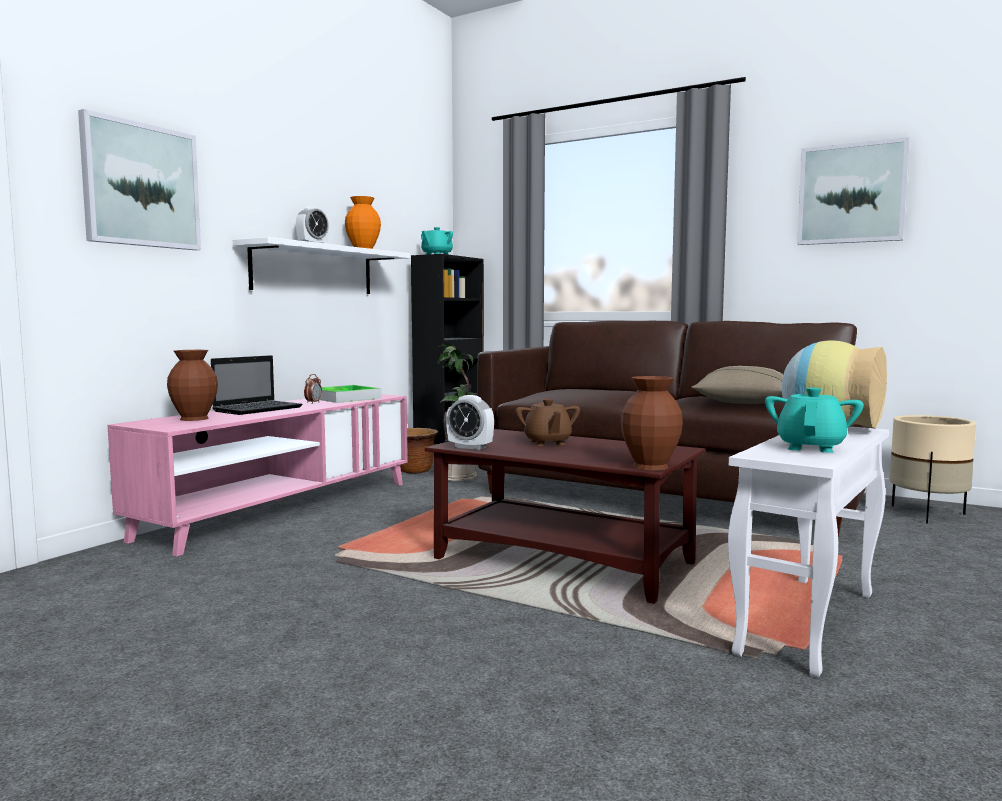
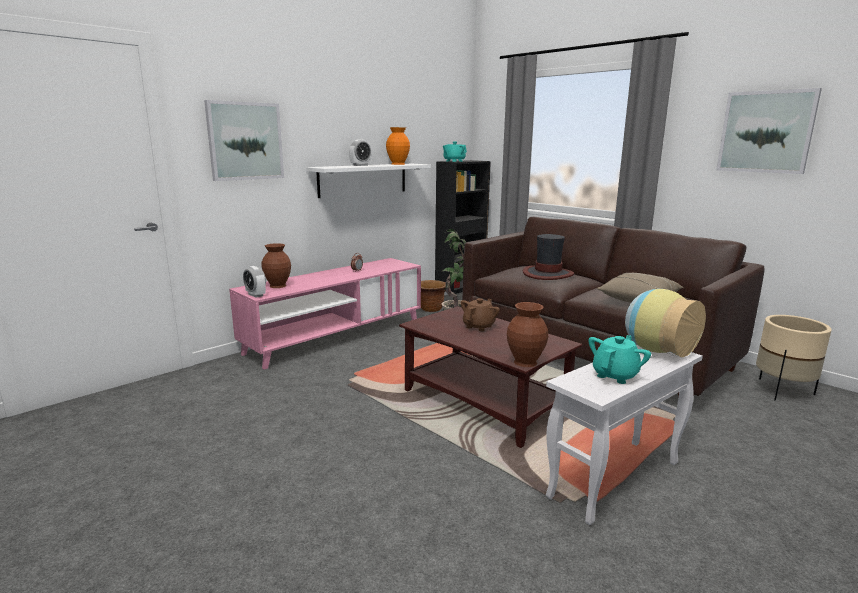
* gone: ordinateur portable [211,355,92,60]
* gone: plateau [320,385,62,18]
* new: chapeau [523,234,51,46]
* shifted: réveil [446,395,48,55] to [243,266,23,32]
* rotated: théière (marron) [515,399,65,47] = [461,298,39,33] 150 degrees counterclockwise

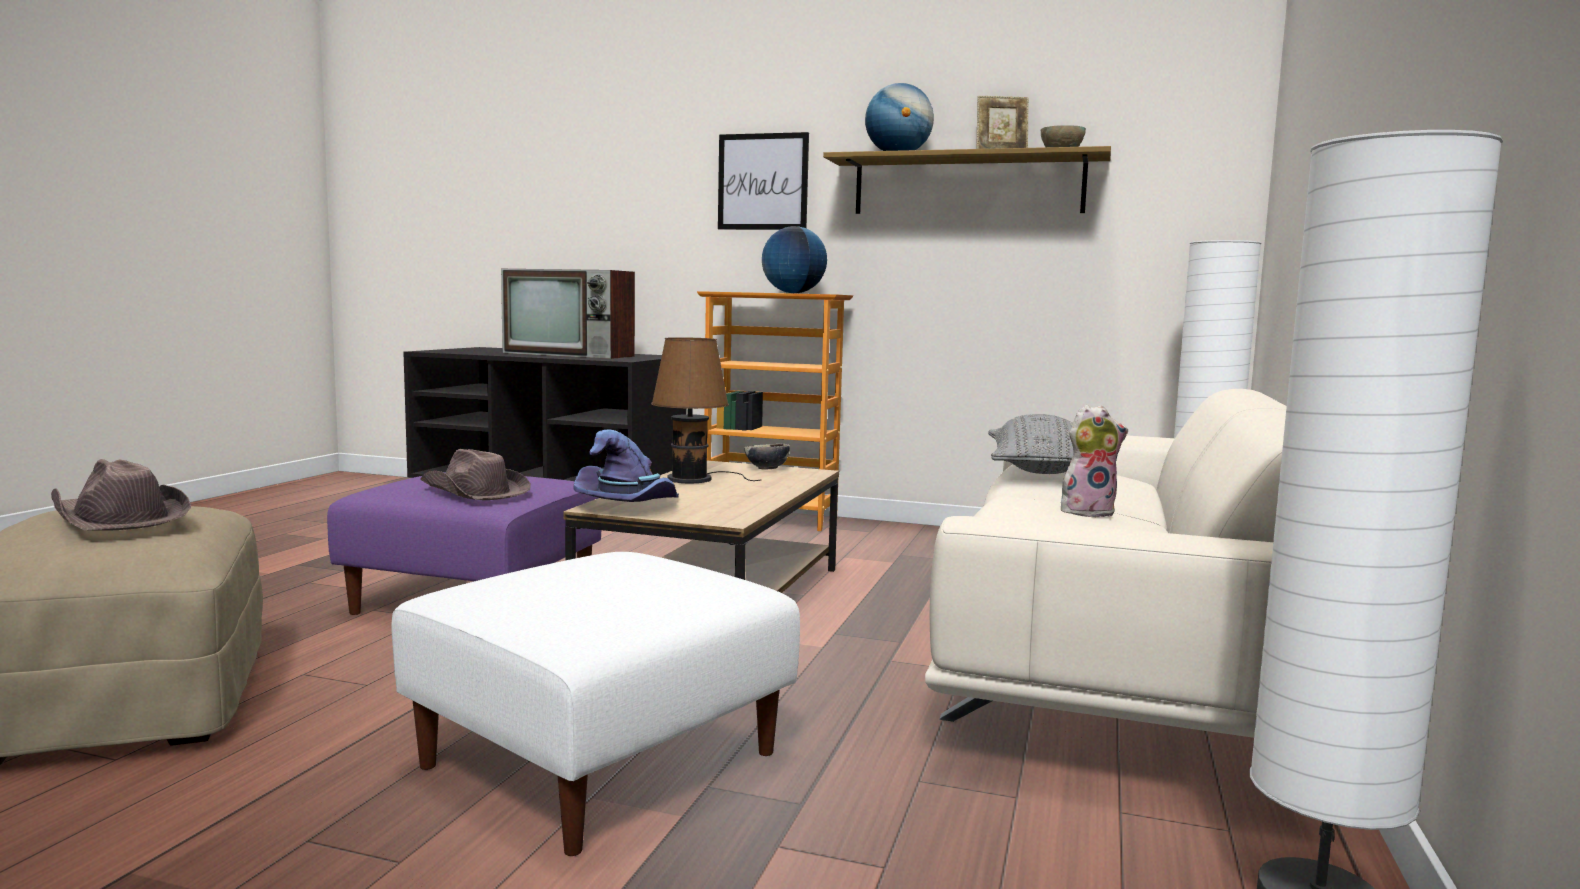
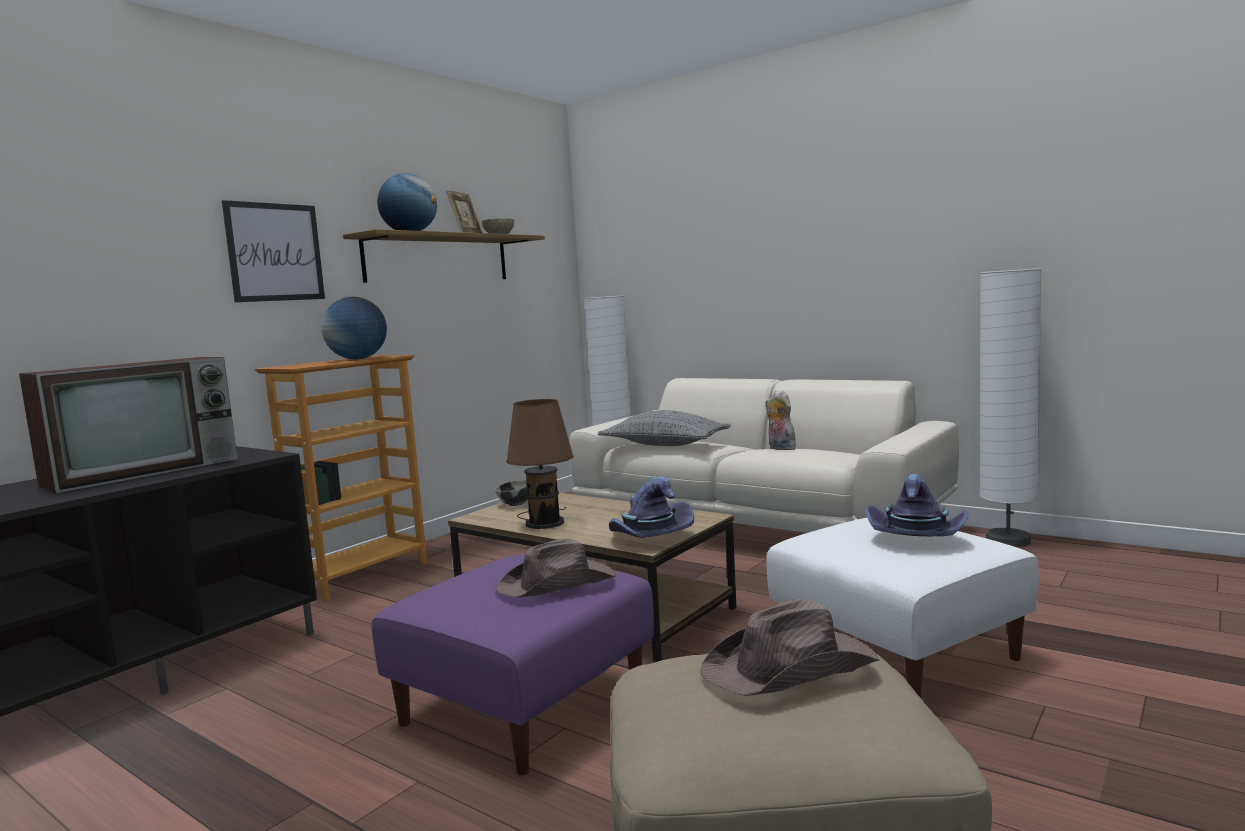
* new: chapeau (violet) [865,474,103,62]
* rotated: peluche [1061,405,67,113] = [765,391,31,59] 45 degrees counterclockwise

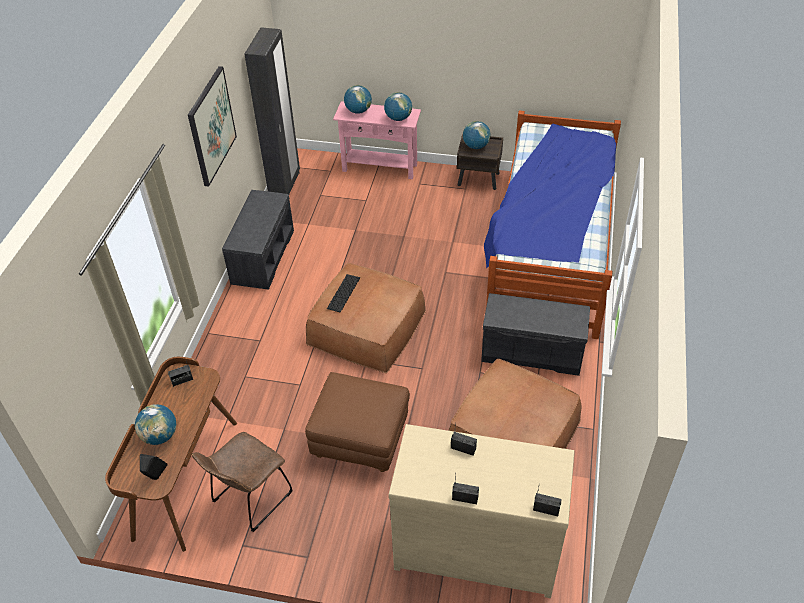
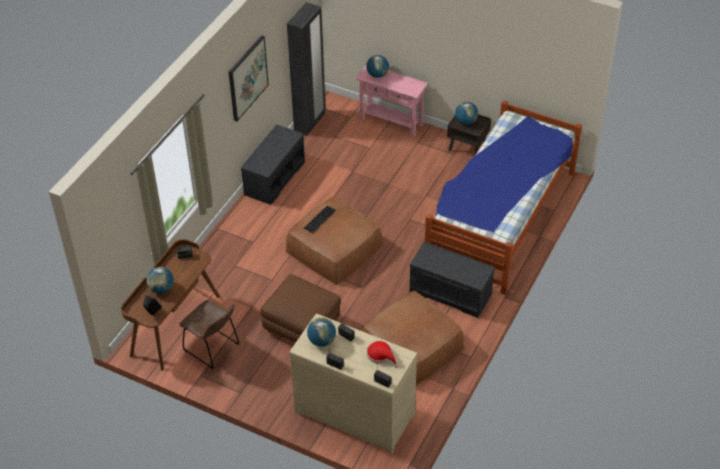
* new: chapeau (rouge) [367,341,31,26]
* shifted: globe [384,92,28,29] to [307,317,29,30]
* rotated: chaise (marron) [192,432,100,100] = [179,300,61,69] 105 degrees counterclockwise

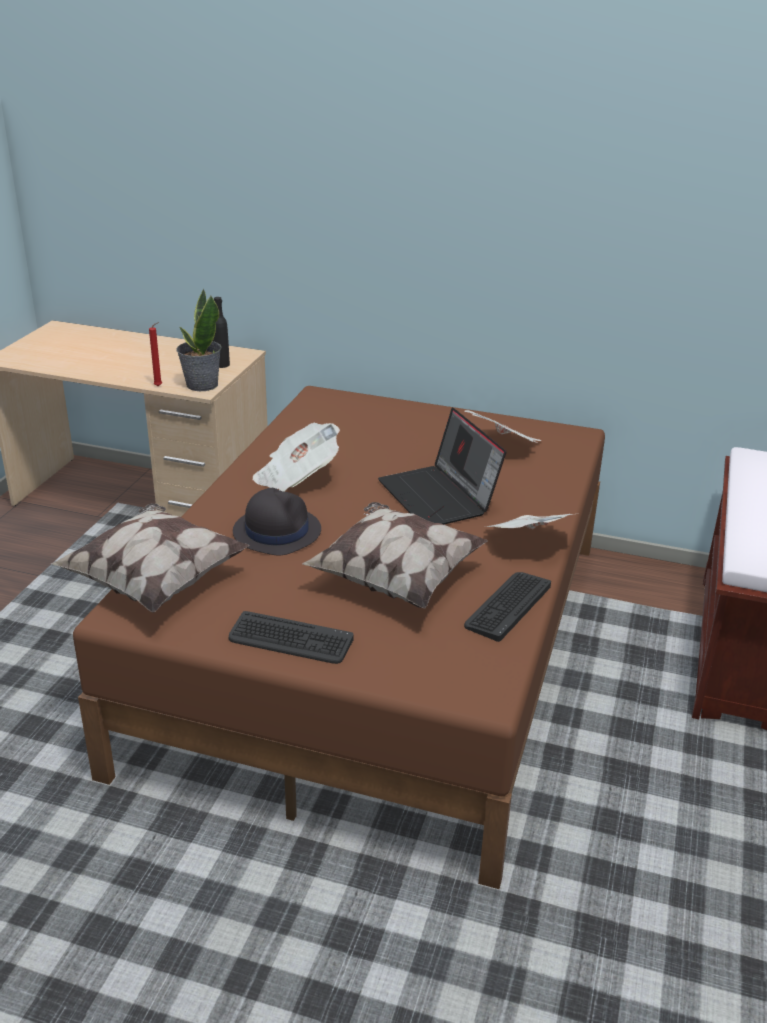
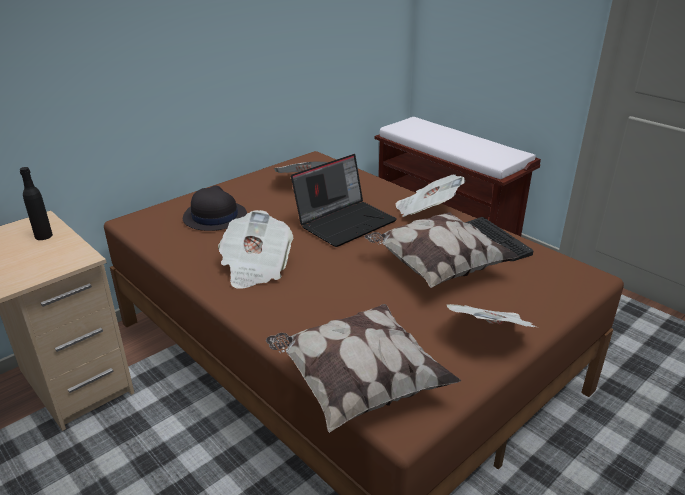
* gone: bougie (rouge) [149,322,13,64]
* gone: plante en pot [176,289,45,102]
* shifted: chapeau (noir) [233,488,88,67] to [183,186,64,45]
* swapped: clavier [228,611,126,53] to journal [446,304,90,23]
* rotated: ordinateur portable [378,408,128,116] = [291,154,106,93] 45 degrees counterclockwise

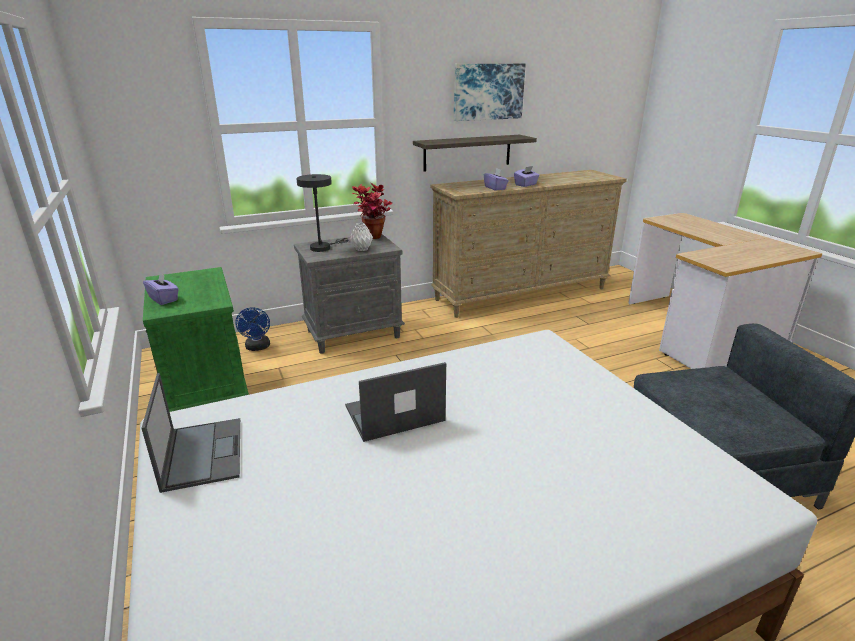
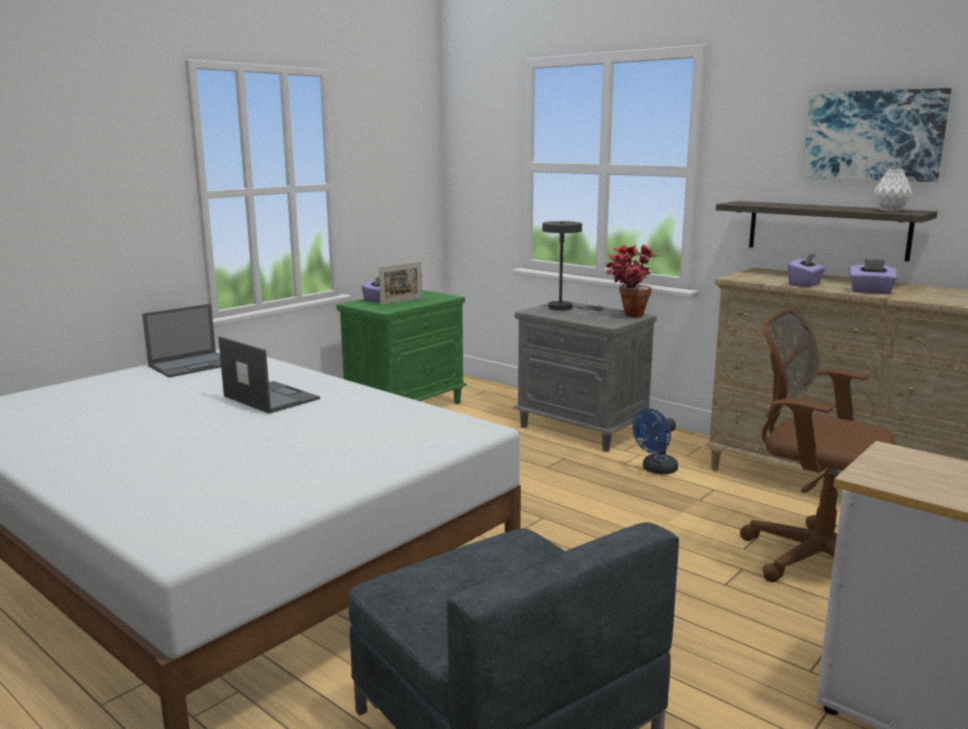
* new: cadre photo [379,262,43,43]
* new: chaise de bureau (marron) [740,307,156,275]
* shifted: ventilateur (bleu) [235,308,35,43] to [632,409,46,66]
* shifted: vase (blanc) [350,223,23,28] to [873,169,40,42]

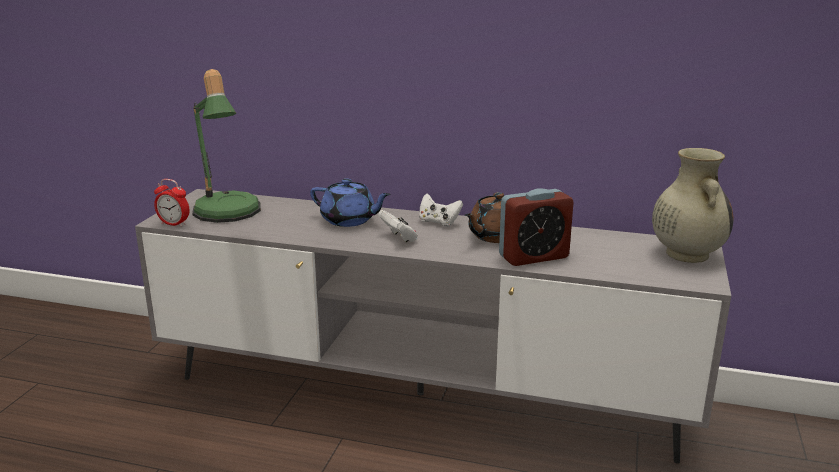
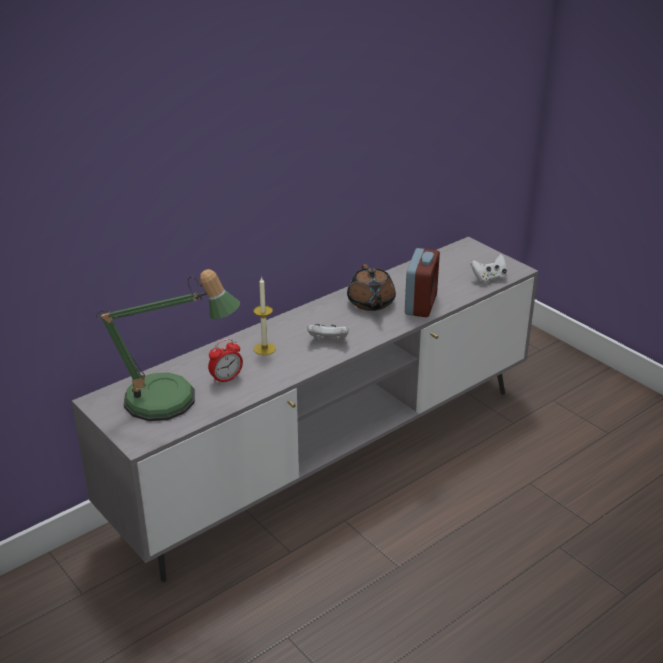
* gone: vase (beige) [652,148,82,115]
* shifted: réveil [154,179,36,48] to [208,338,35,46]
* shifted: manette (blanc) [419,194,44,33] to [470,254,37,29]
* swapped: théière (bleu) [310,179,80,48] to bougie [253,277,23,78]

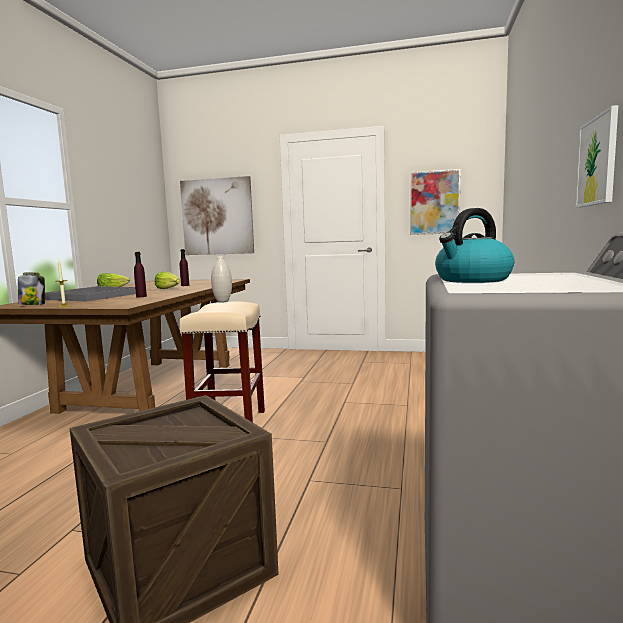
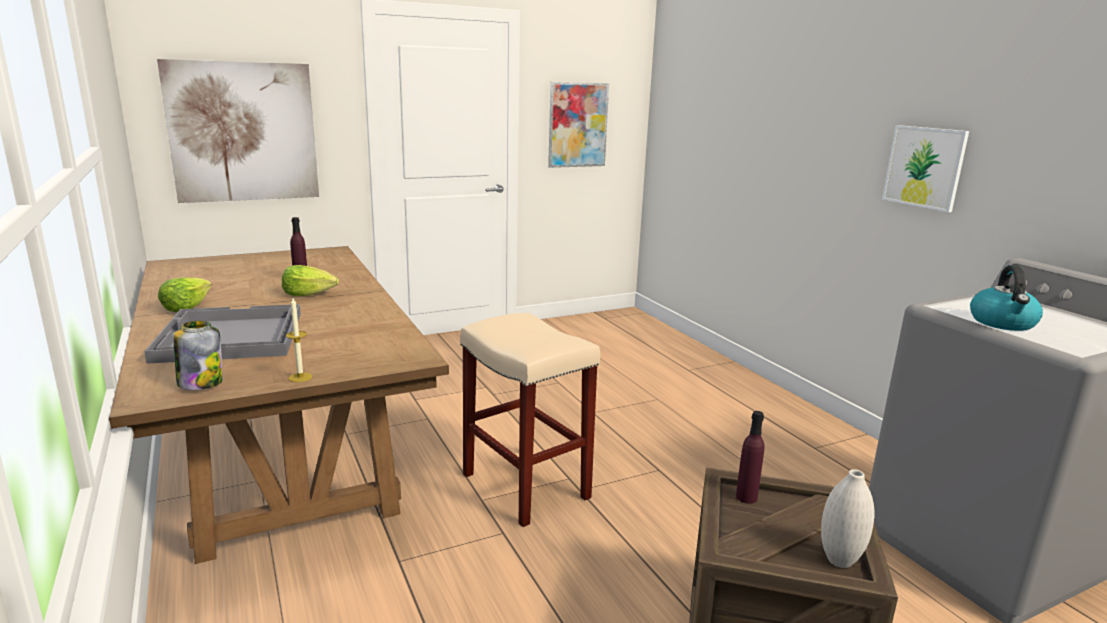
* shifted: bouteille (violet) [134,252,13,45] to [736,411,28,93]
* shifted: vase (blanc) [211,257,21,46] to [821,469,54,99]

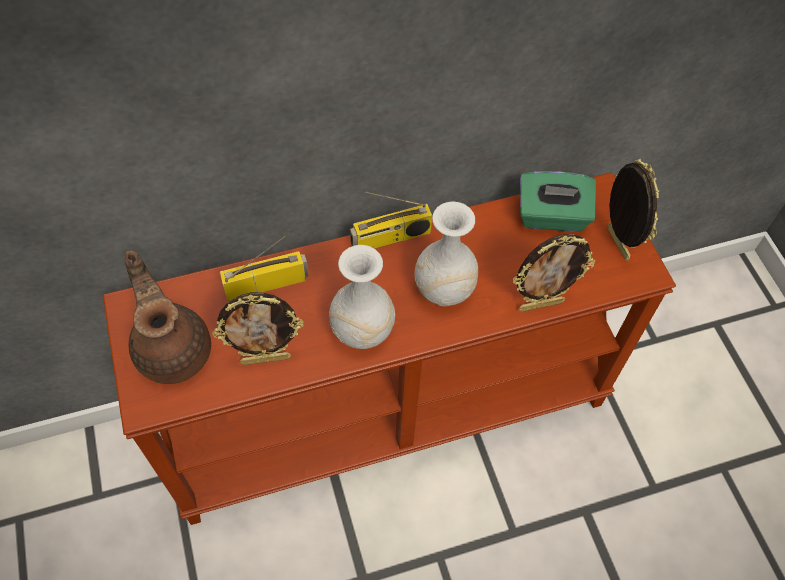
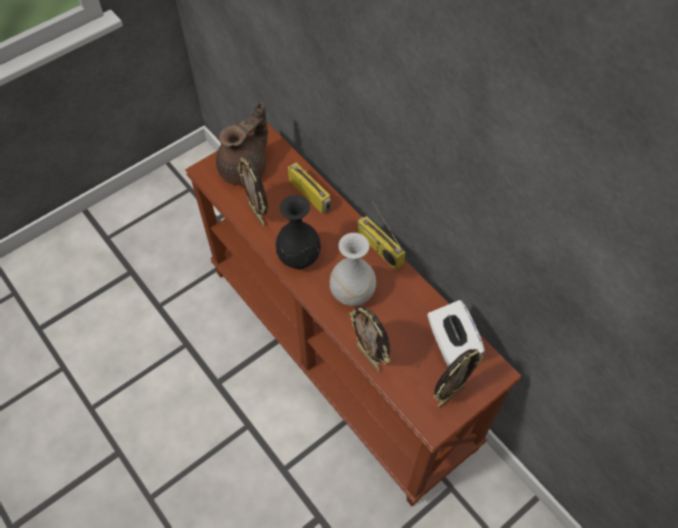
* repainted: vase (blanc) [329,245,66,104] to vase (noir) [276,195,45,74]
* repainted: boîte à mouchoirs (vert) [520,171,76,61] to boîte à mouchoirs (blanc) [427,300,58,67]

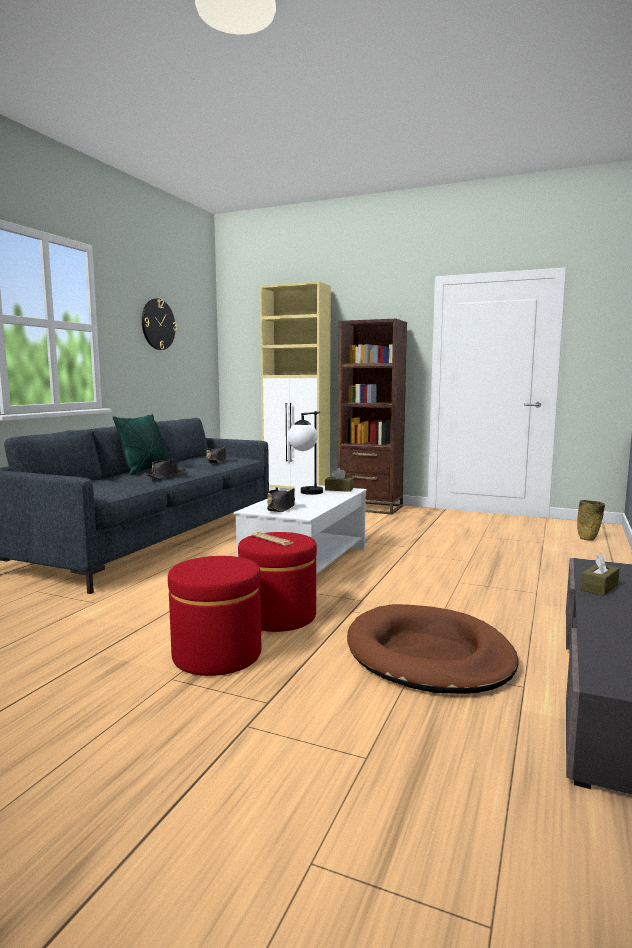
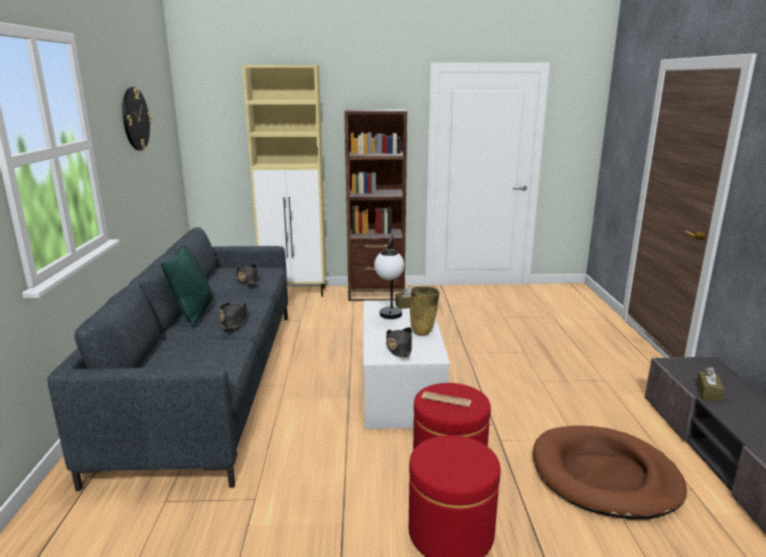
* shifted: vase (beige) [577,500,28,41] to [410,286,30,50]

